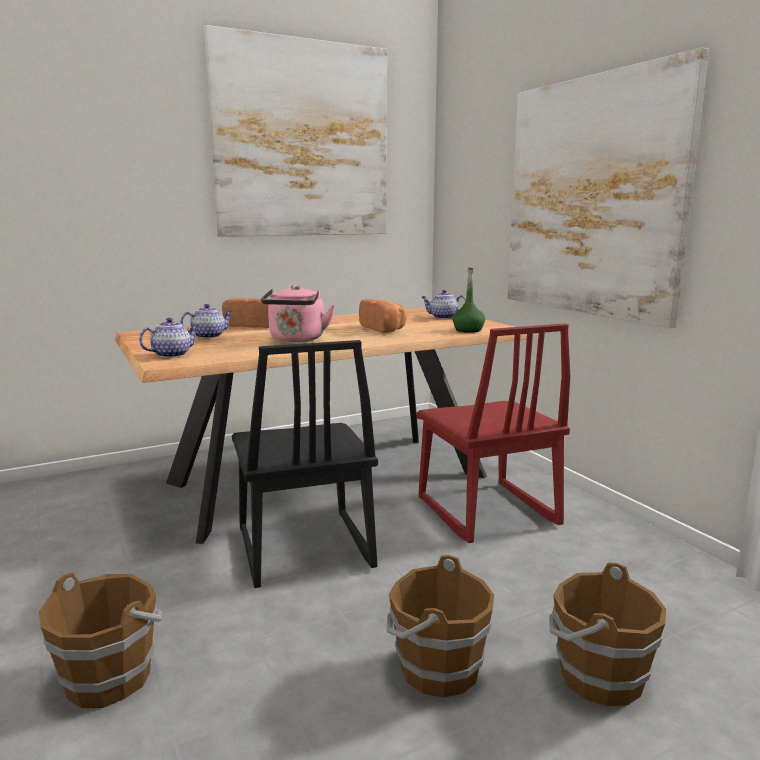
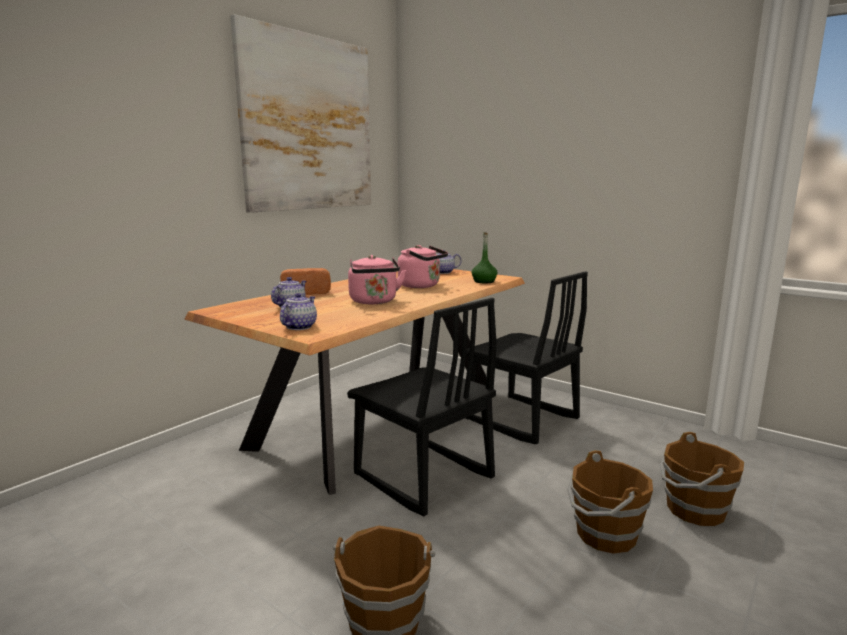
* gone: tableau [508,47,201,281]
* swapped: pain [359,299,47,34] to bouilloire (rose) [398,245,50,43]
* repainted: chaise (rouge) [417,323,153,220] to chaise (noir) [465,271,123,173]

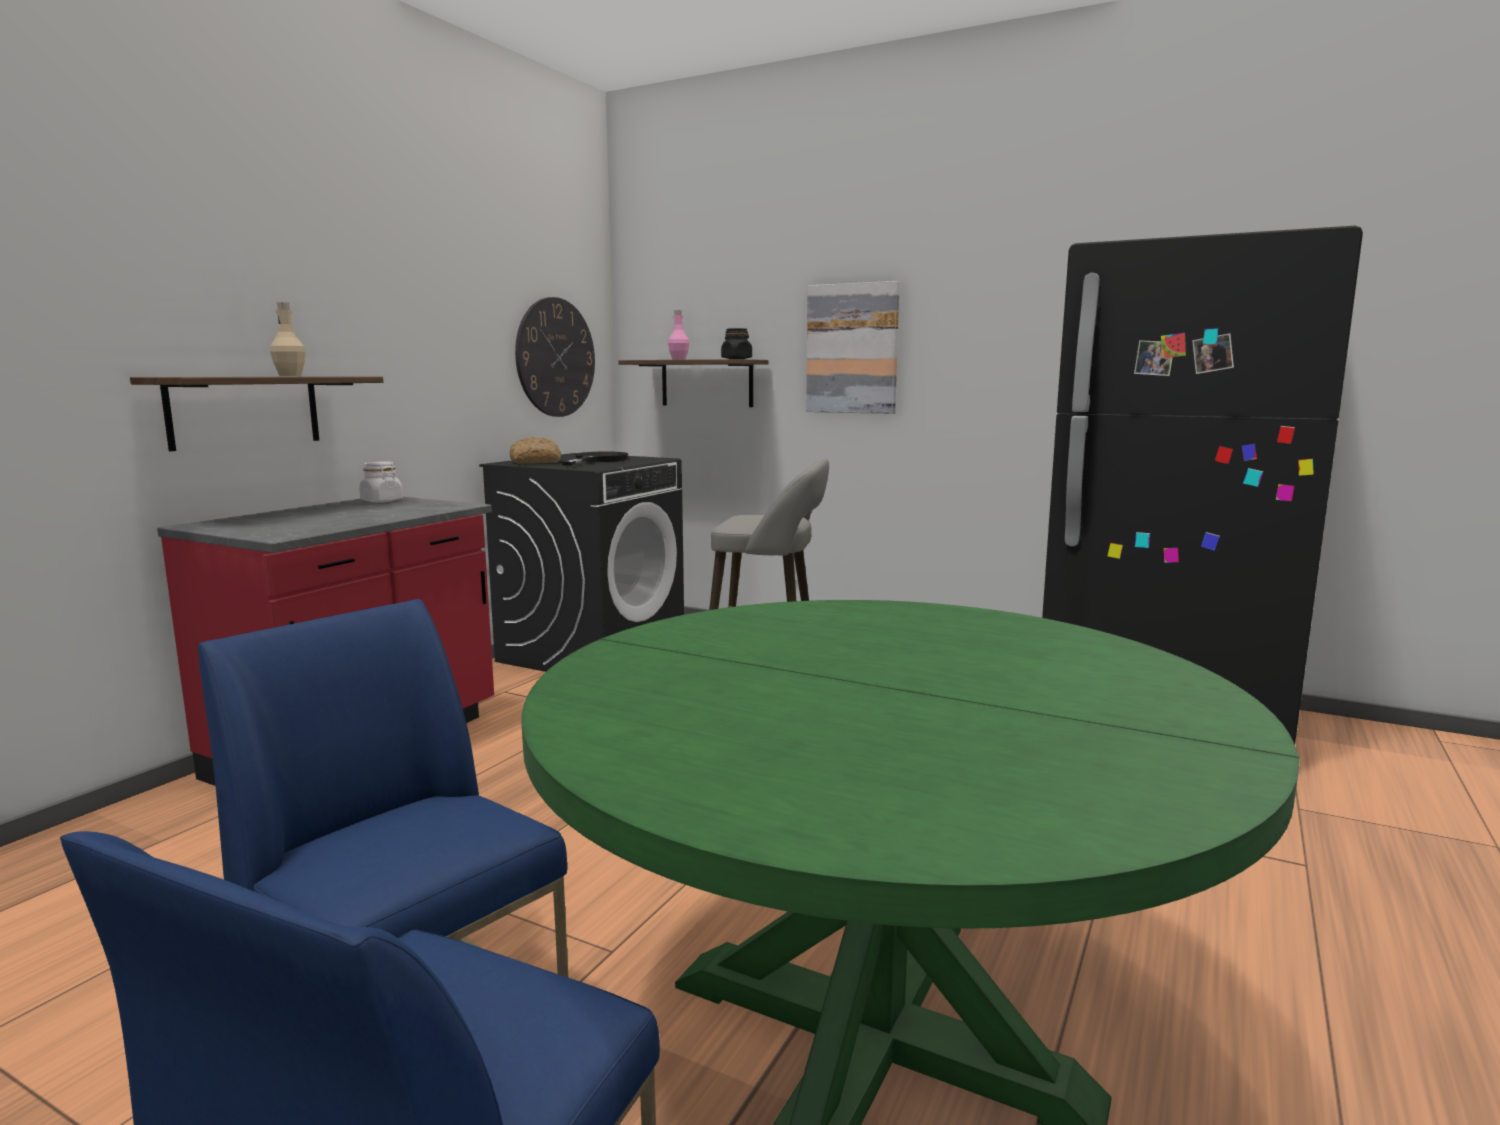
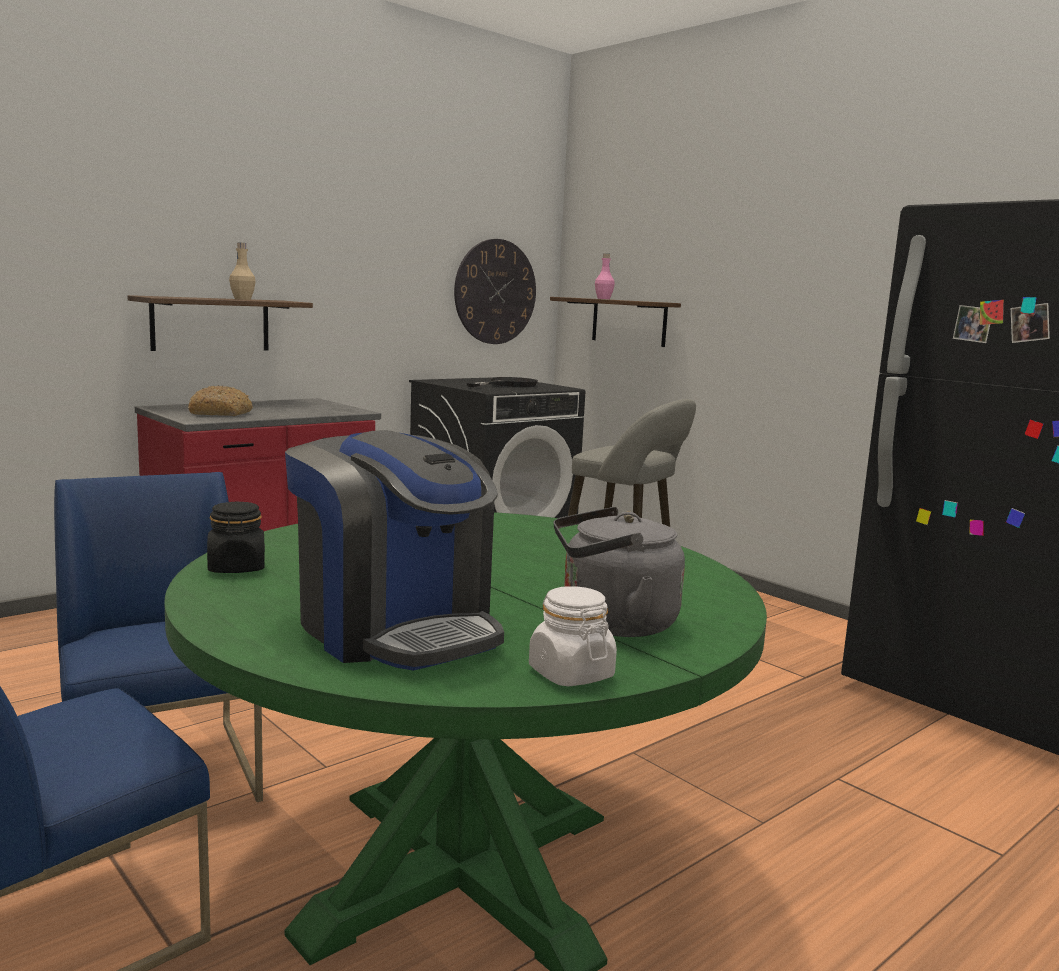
* gone: tableau [806,281,94,133]
* new: machine à café [285,430,219,240]
* new: bouilloire (gris) [554,507,131,130]
* shifted: bocal (blanc) [359,461,44,42] to [529,586,88,100]
* shifted: pain [510,437,51,27] to [188,385,65,31]
* shifted: bocal (noir) [721,328,31,31] to [207,502,58,71]

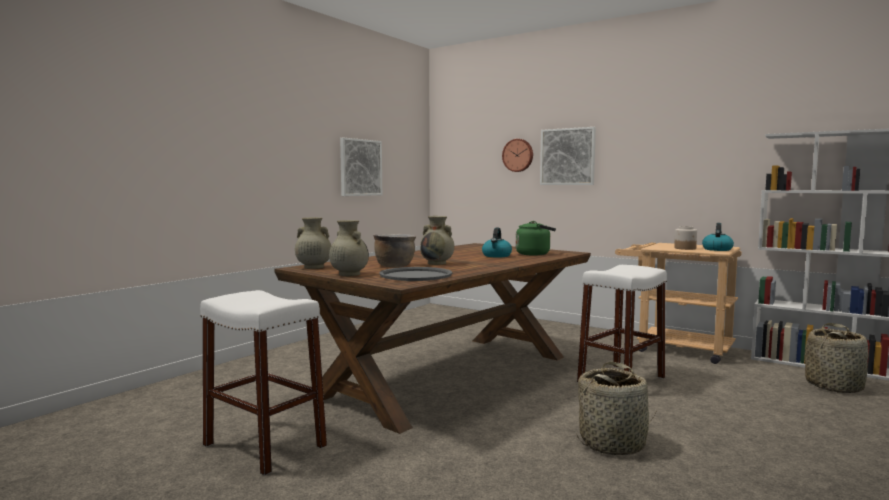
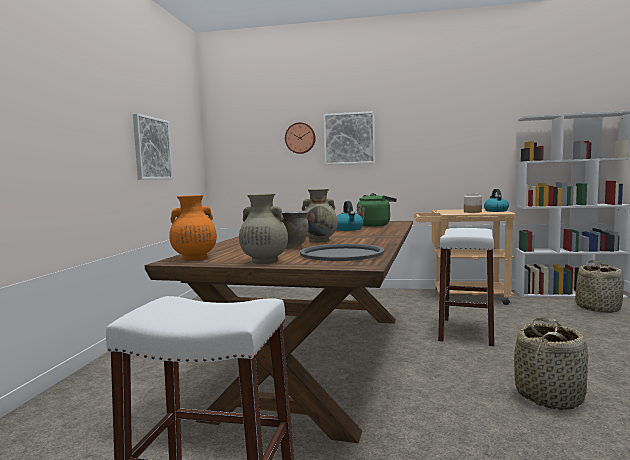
* repainted: vase (beige) [295,217,36,52] to vase (orange) [169,195,48,66]

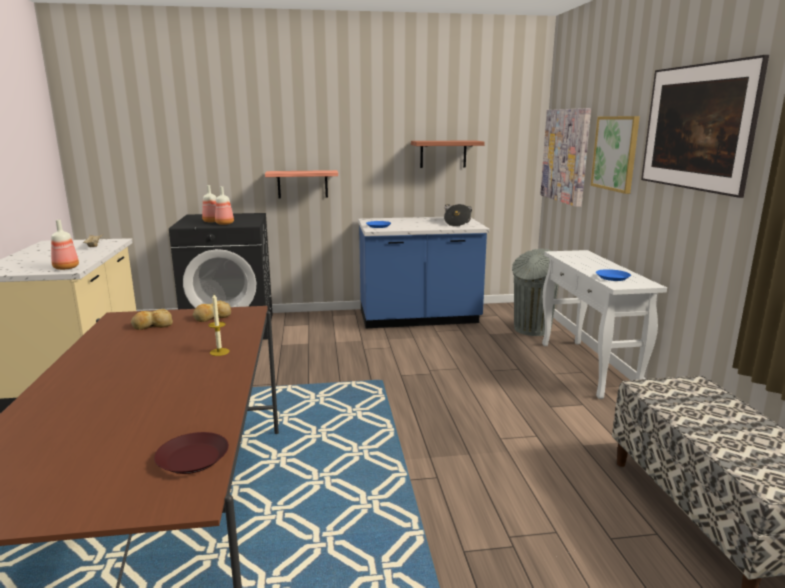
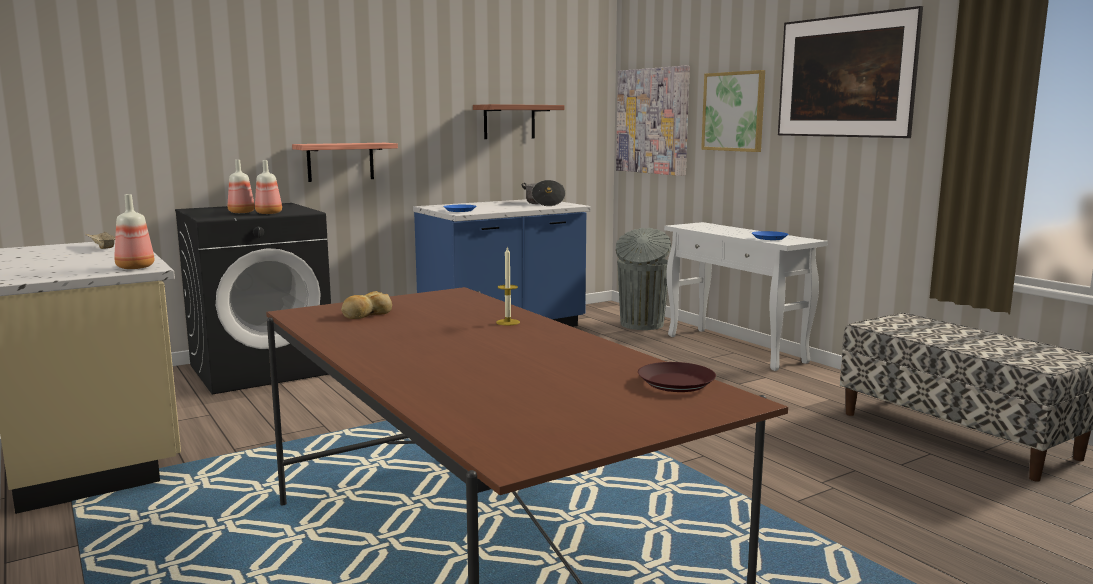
* gone: pain [193,300,38,22]

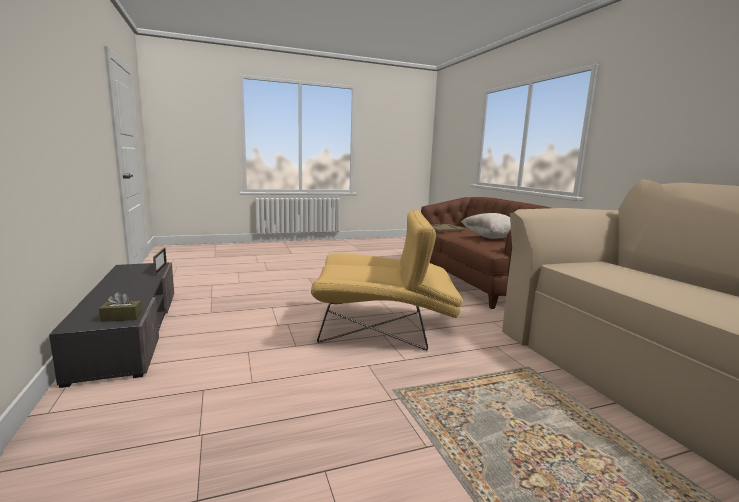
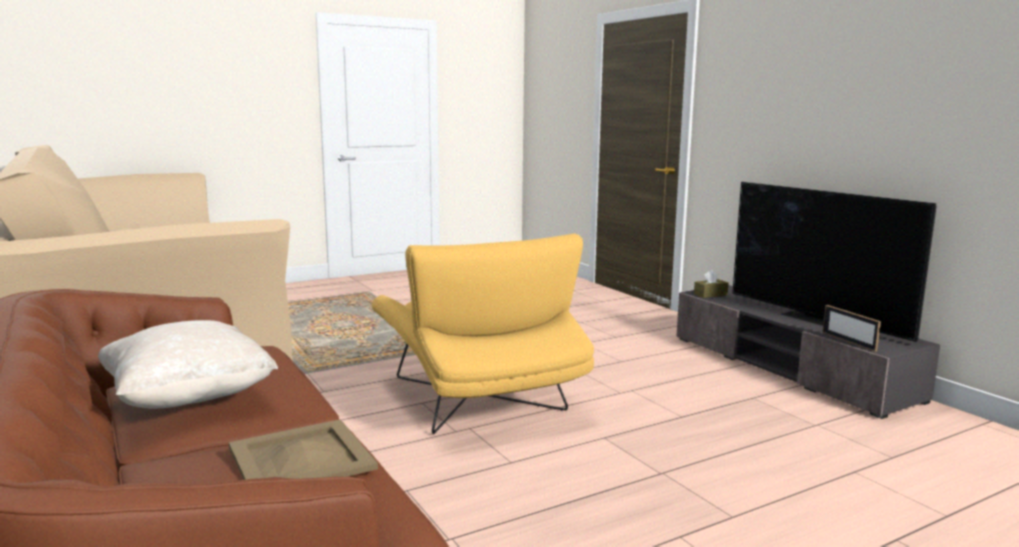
* new: téléviseur [732,182,204,160]
* rotated: fauteuil (jaune) [311,210,152,140] = [371,233,223,201] 105 degrees counterclockwise

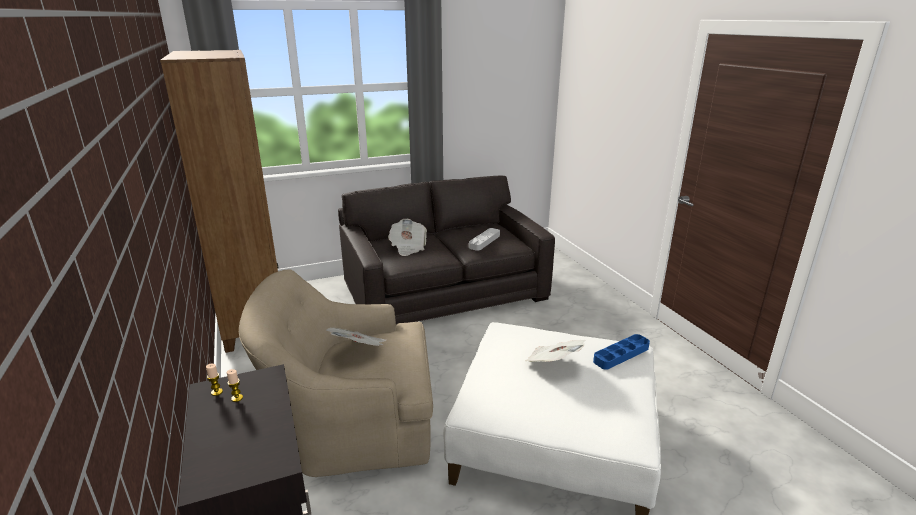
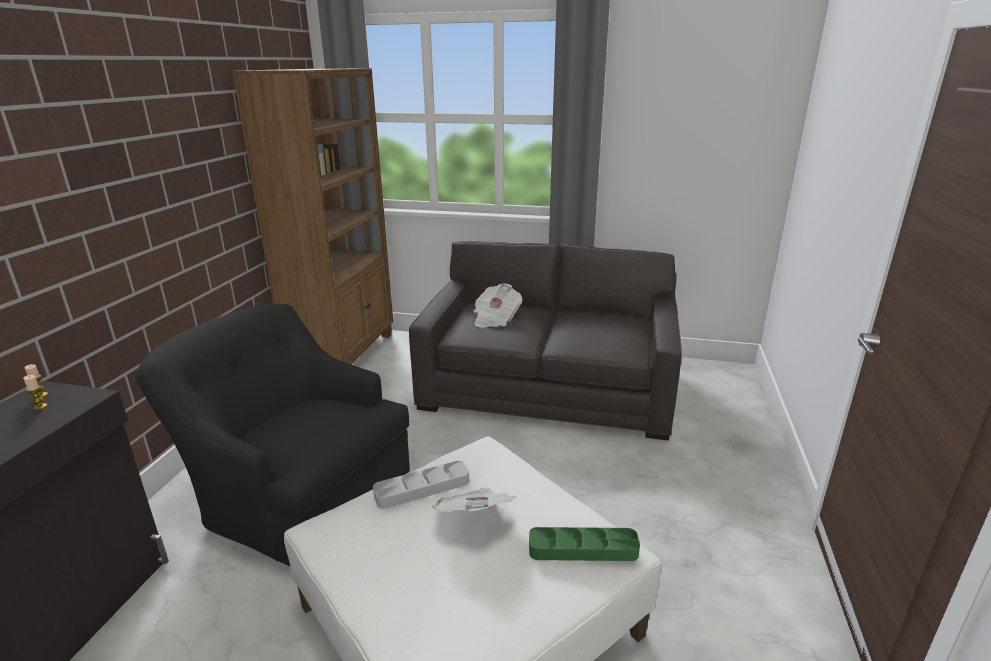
* gone: journal [326,327,60,19]
* shifted: plateau (gris) [469,228,31,23] to [373,461,96,48]
* repainted: fauteuil (beige) [239,269,194,208] to fauteuil (noir) [135,304,275,262]
* repainted: plateau (bleu) [593,334,57,36] to plateau (vert) [529,527,111,34]

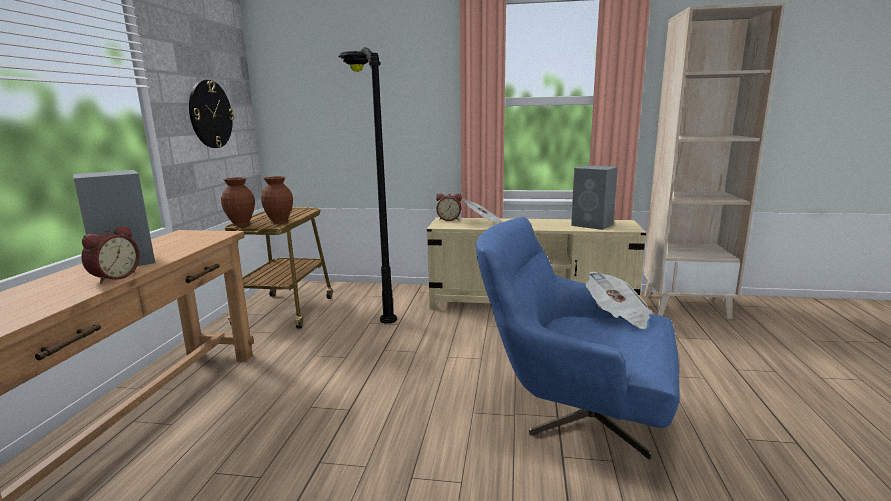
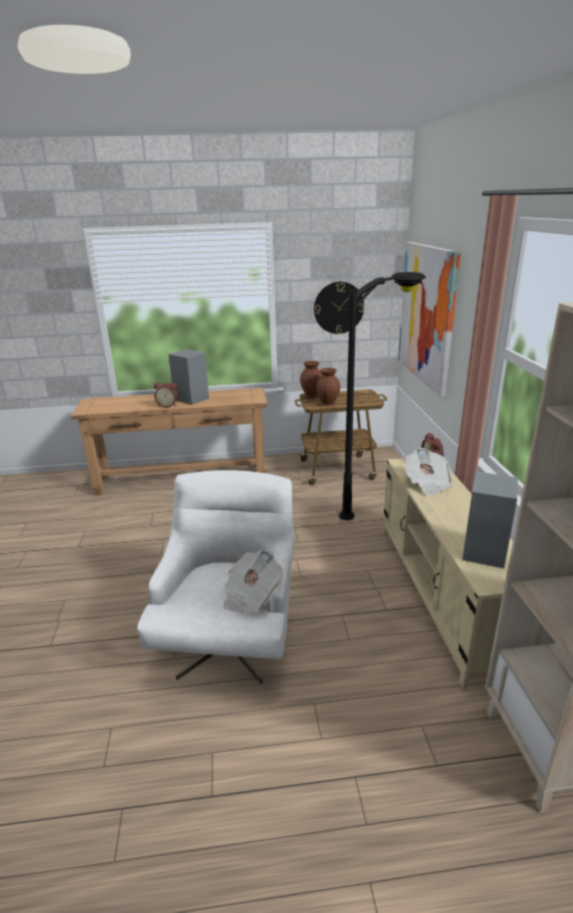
* new: tableau [398,242,63,155]
* repainted: fauteuil (bleu) [476,217,204,243] to fauteuil (blanc) [137,470,158,214]

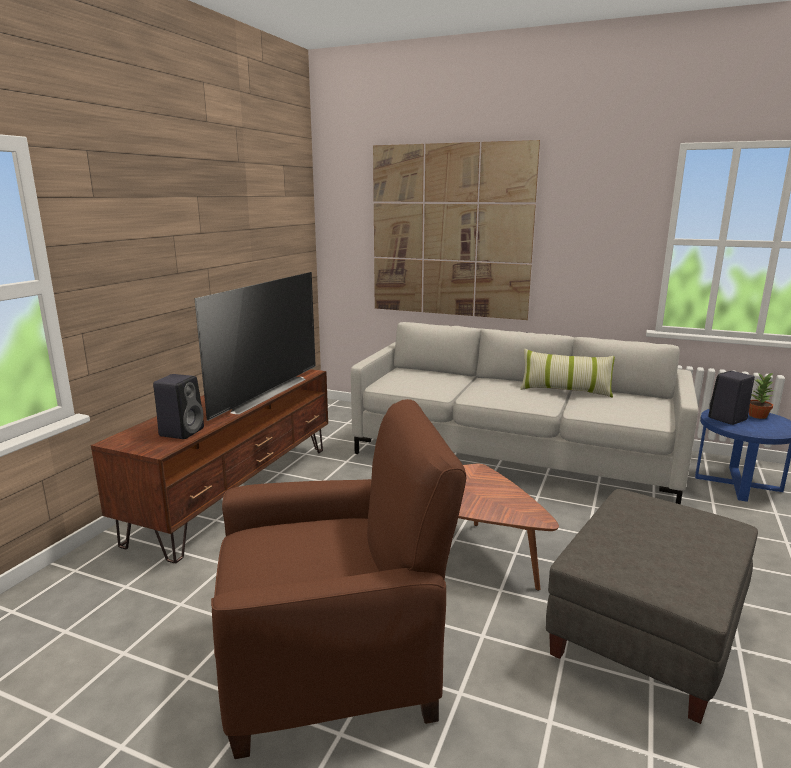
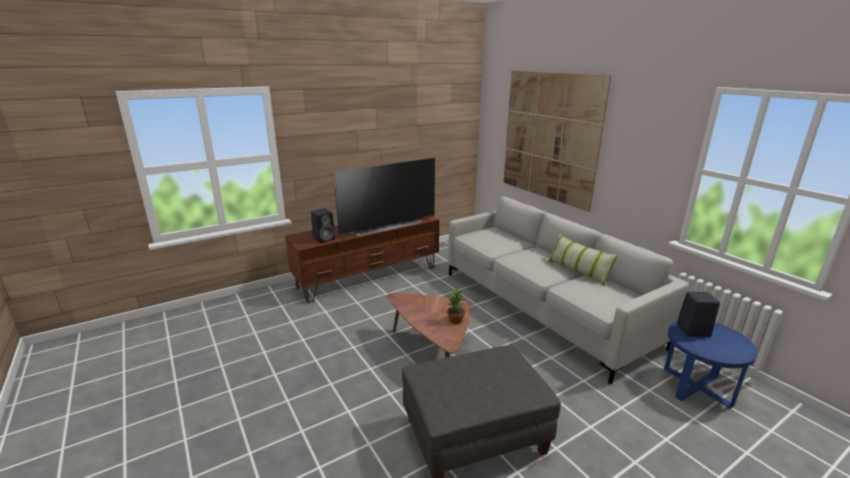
* gone: fauteuil (marron) [211,399,255,360]
* shifted: plante en pot [749,372,26,47] to [447,288,18,36]

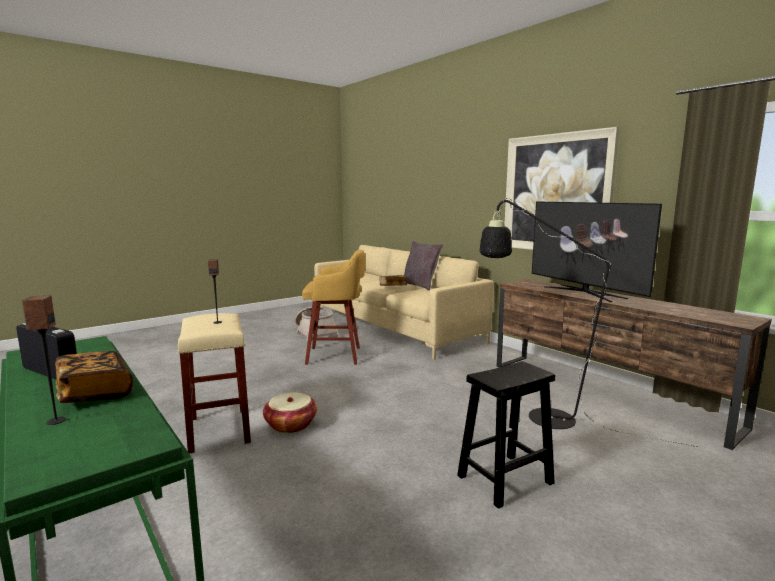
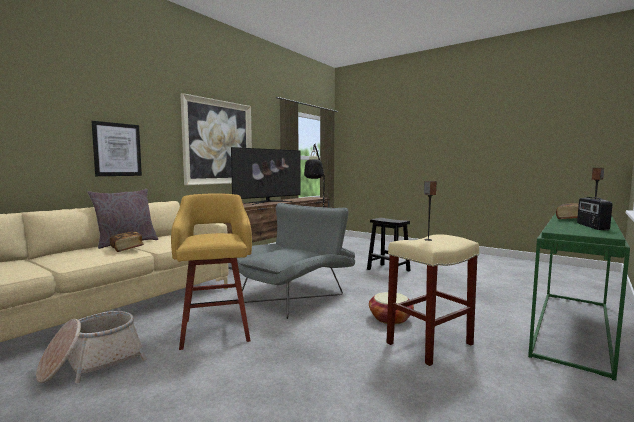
* new: tableau [91,121,51,55]
* new: fauteuil (gris) [237,203,118,116]

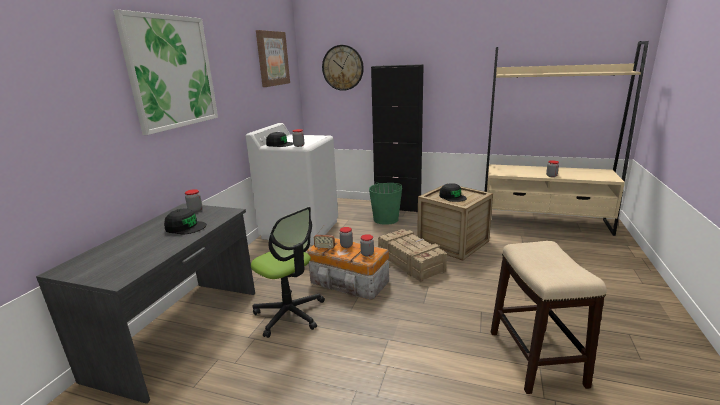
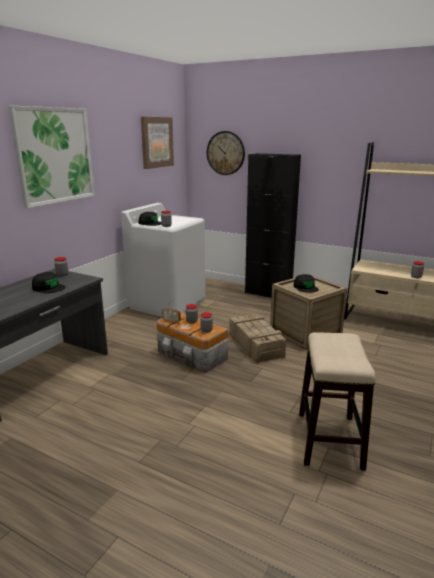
* gone: chaise de bureau [251,207,74,131]
* gone: seau (vert) [369,182,33,43]

